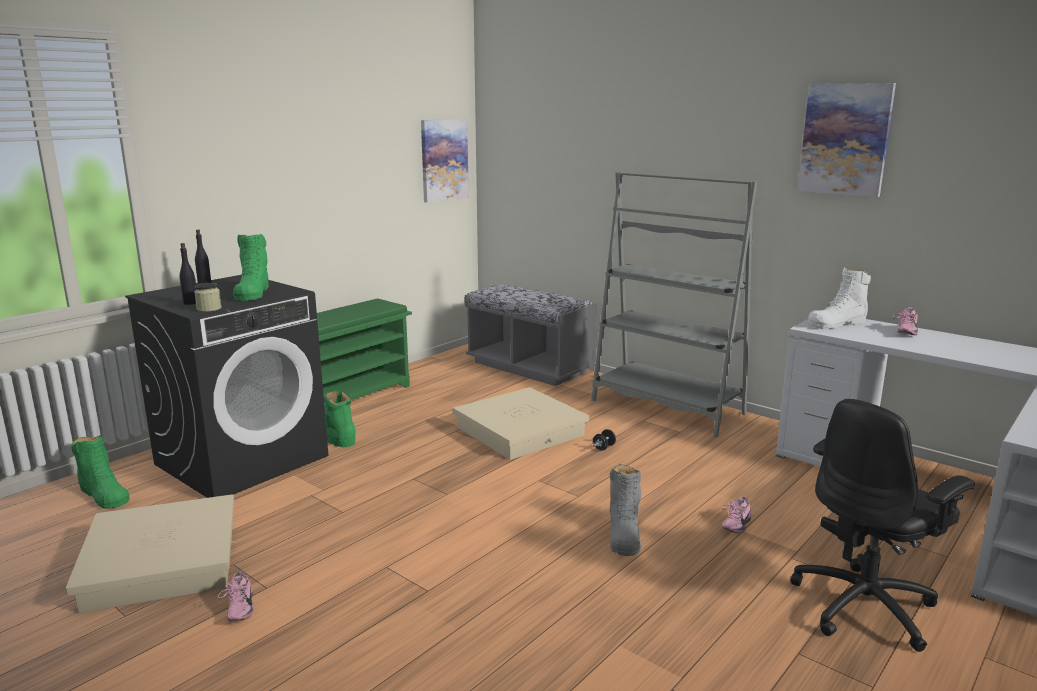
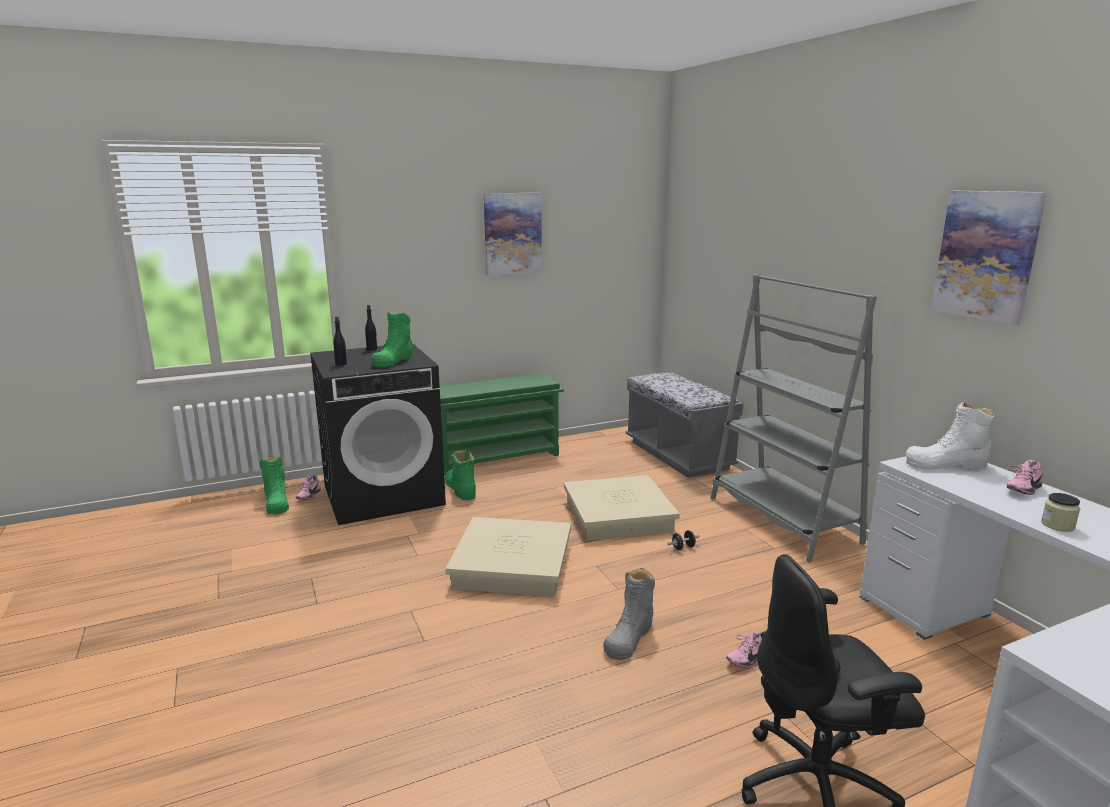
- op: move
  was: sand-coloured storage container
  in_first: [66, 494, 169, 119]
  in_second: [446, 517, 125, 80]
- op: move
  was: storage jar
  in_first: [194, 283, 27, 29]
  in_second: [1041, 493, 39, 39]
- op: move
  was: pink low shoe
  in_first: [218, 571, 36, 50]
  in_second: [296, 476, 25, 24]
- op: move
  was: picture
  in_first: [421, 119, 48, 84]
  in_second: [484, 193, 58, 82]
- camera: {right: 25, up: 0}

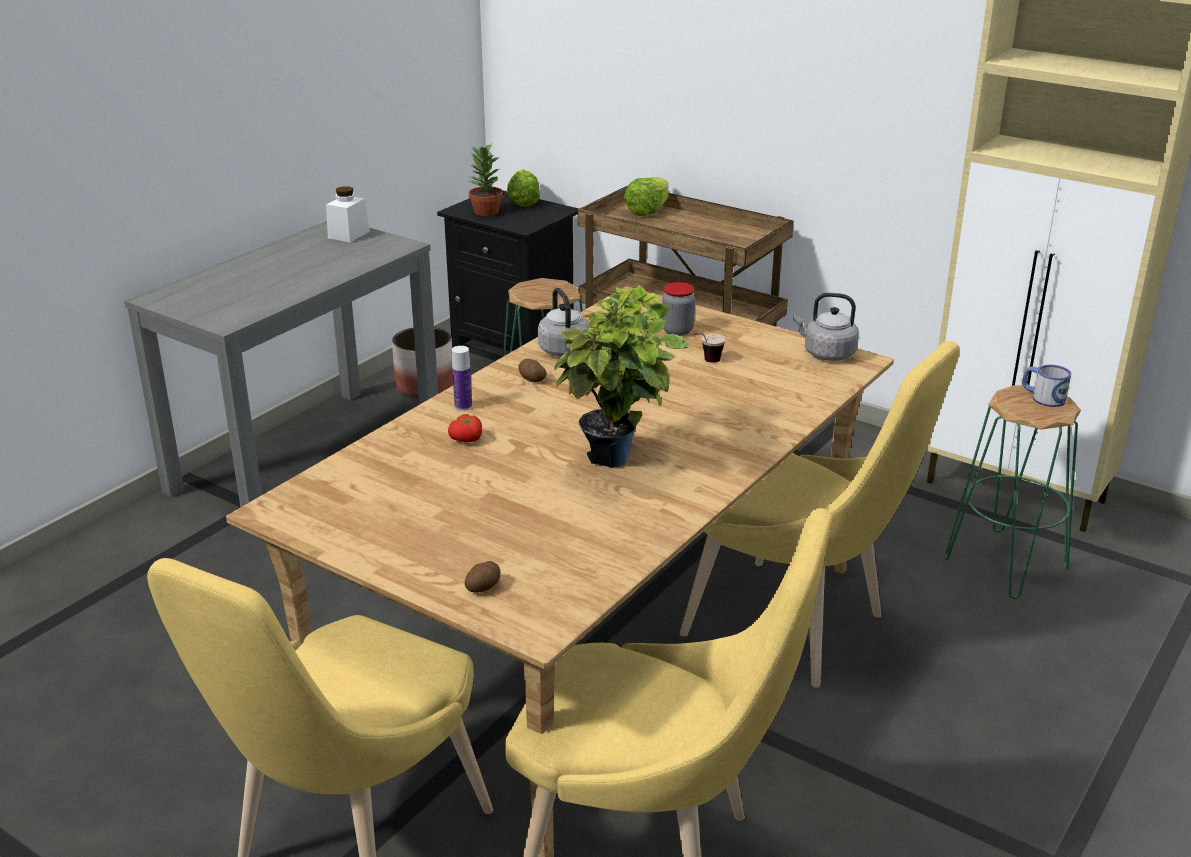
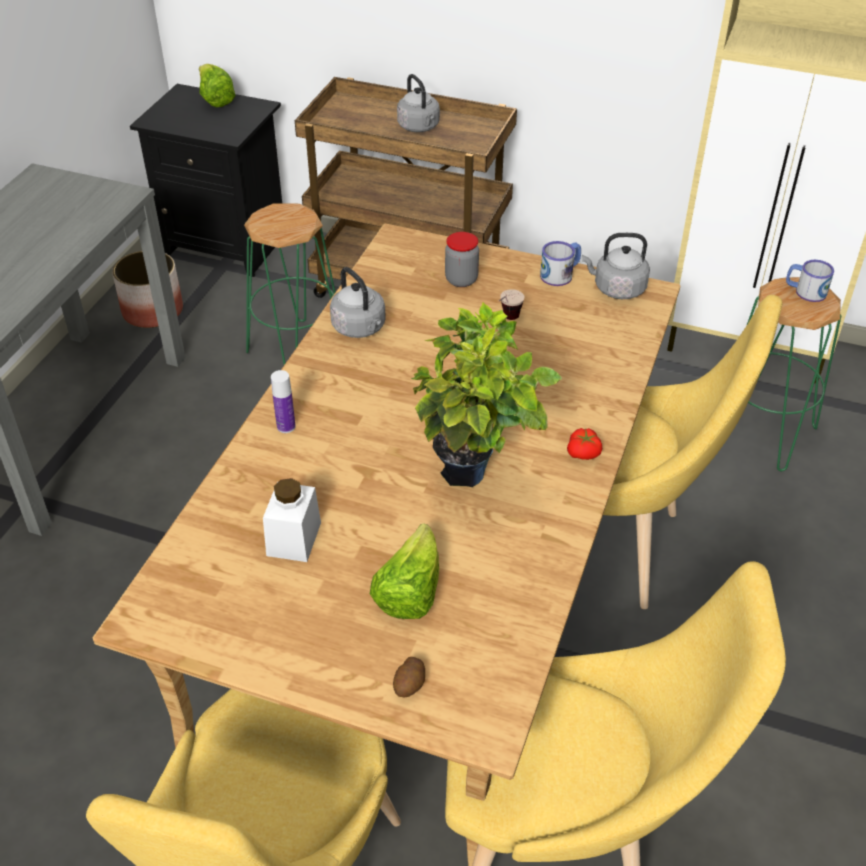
- op: delete
  was: potted plant
  in_first: [468, 143, 35, 73]
- op: delete
  was: whole potato
  in_first: [518, 359, 29, 23]
- op: insert
  now: grey water kettle
  in_second: [397, 74, 43, 58]
- op: insert
  now: coffee mug
  in_second: [540, 241, 41, 45]
- op: move
  was: white-coloured storage jar
  in_first: [326, 186, 44, 56]
  in_second: [263, 478, 58, 84]
- op: move
  was: tomato
  in_first: [448, 414, 34, 29]
  in_second: [567, 428, 35, 32]
- op: move
  was: lettuce head
  in_first: [624, 177, 45, 39]
  in_second: [370, 523, 69, 96]
- camera: {right: -15, up: 15}

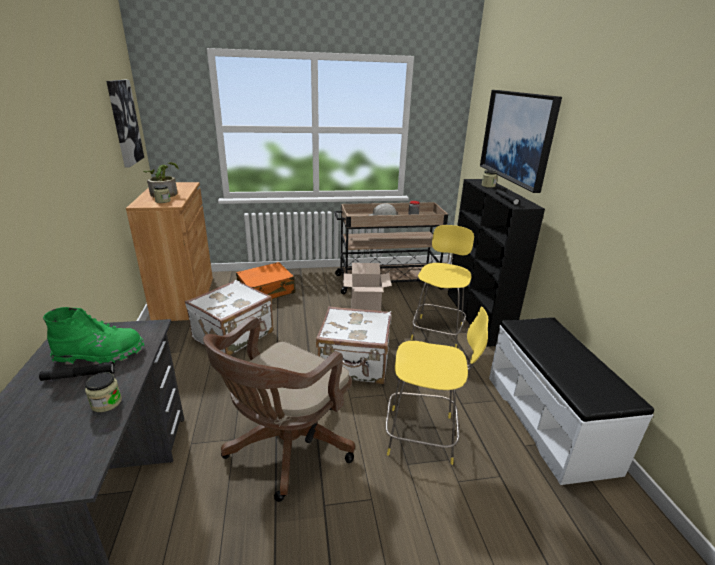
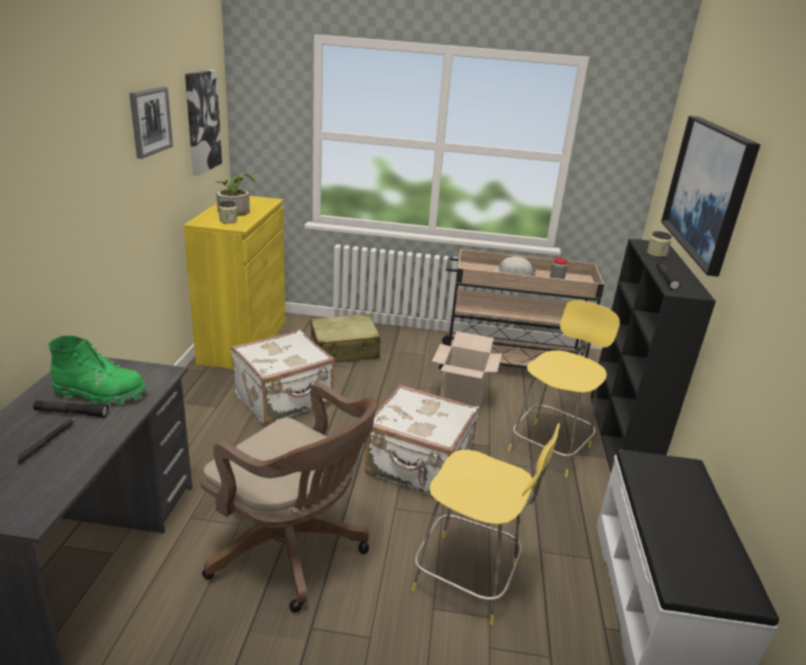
- op: delete
  was: storage jar
  in_first: [85, 372, 37, 40]
- op: insert
  now: black-coloured hand torch
  in_second: [18, 419, 55, 46]
- op: insert
  now: picture
  in_second: [129, 86, 44, 73]
- op: recolor
  was: brown storage cabinet
  now: yellowish storage cabinet
  in_first: [126, 182, 87, 139]
  in_second: [184, 196, 101, 173]
- op: recolor
  was: orange travel case
  now: sand-coloured travel case
  in_first: [236, 262, 59, 37]
  in_second: [311, 314, 70, 49]
- op: rotate
  was: brown desk chair
  in_first: [203, 316, 152, 186]
  in_second: [200, 382, 177, 231]
  clockwise: -105
- camera: {right: 15, up: 0}

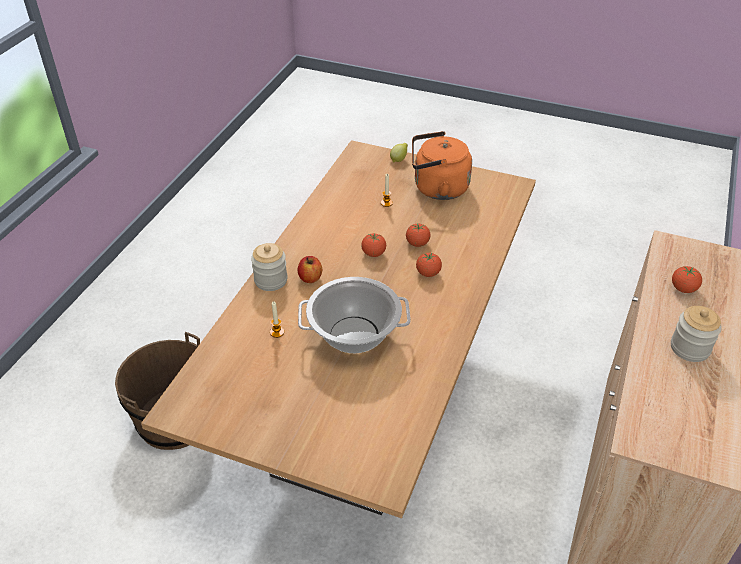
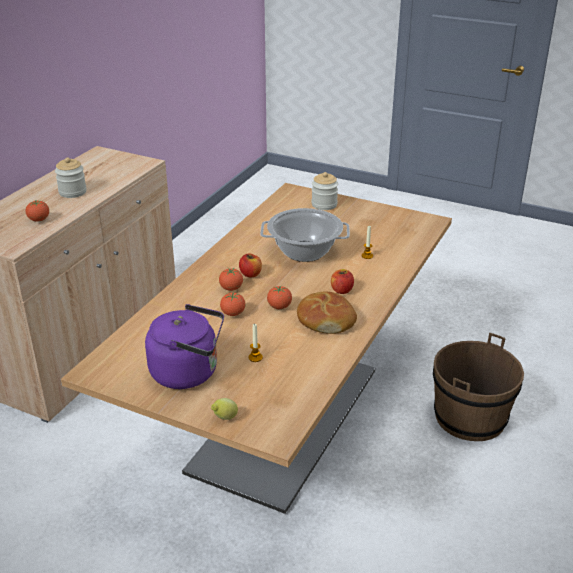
- op: insert
  now: apple fruit
  in_second: [239, 253, 23, 24]
- op: insert
  now: baked bread
  in_second: [297, 292, 60, 42]
- op: move
  was: storage jar
  in_first: [251, 243, 37, 48]
  in_second: [311, 172, 27, 38]
- op: recolor
  was: orange water kettle
  now: purple-coloured water kettle
  in_first: [412, 131, 60, 69]
  in_second: [145, 304, 79, 85]
- camera: {right: -175, up: -10}

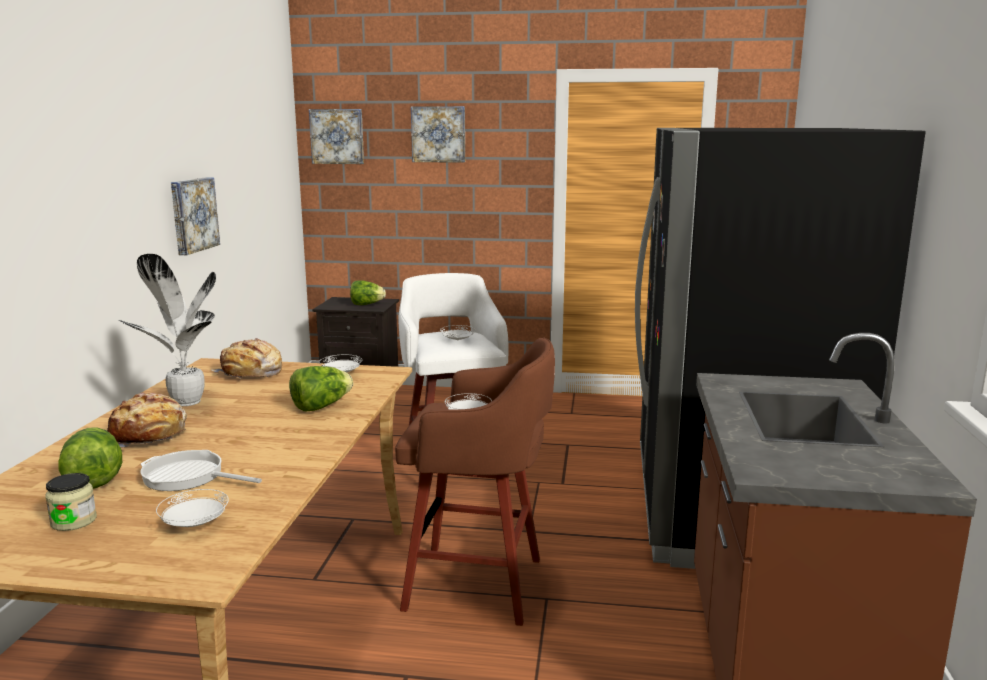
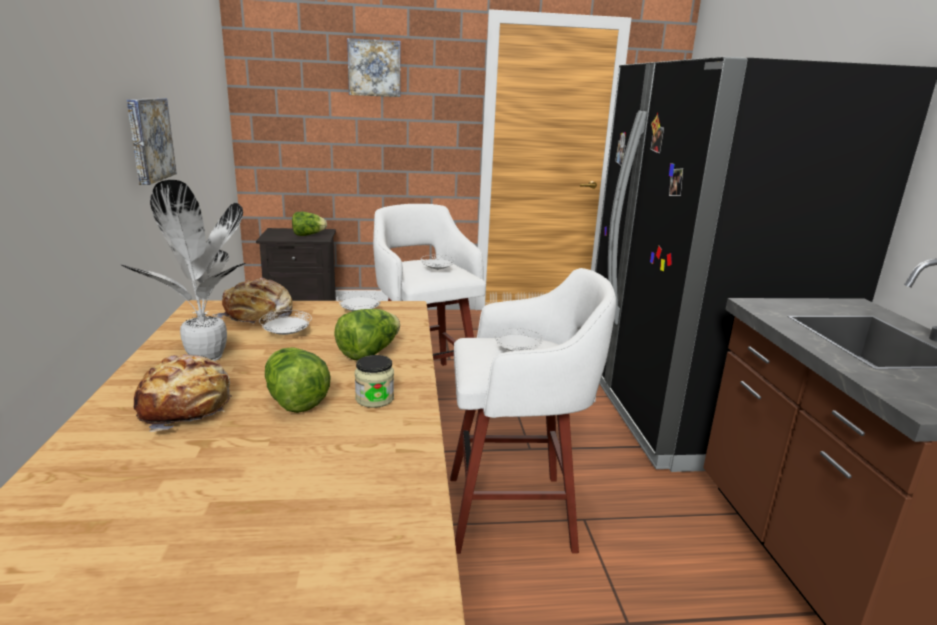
- op: delete
  was: frying pan
  in_first: [140, 450, 122, 41]
- op: delete
  was: picture
  in_first: [309, 109, 55, 55]
- op: move
  was: storage jar
  in_first: [45, 473, 52, 58]
  in_second: [355, 355, 39, 53]
- op: move
  was: lettuce head
  in_first: [58, 427, 64, 62]
  in_second: [265, 347, 66, 66]
- op: move
  was: white-coloured dinner plate
  in_first: [156, 489, 73, 38]
  in_second: [259, 310, 53, 25]
- op: recolor
  was: brown stool
  now: white-coloured stool
  in_first: [395, 337, 160, 289]
  in_second: [450, 268, 166, 286]
- camera: {right: -15, up: 5}

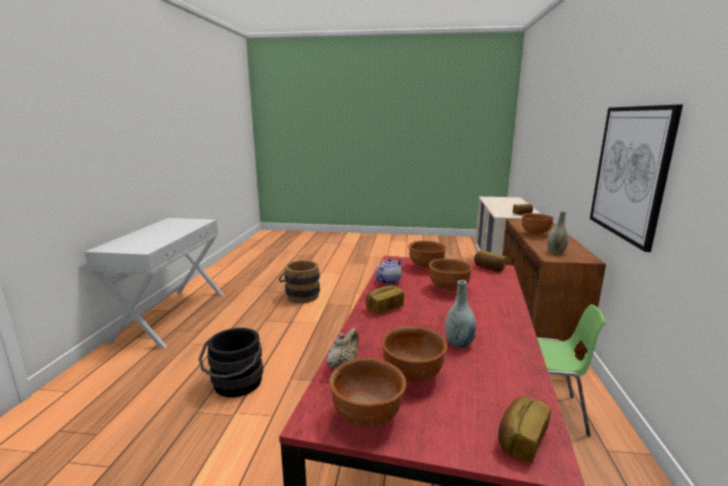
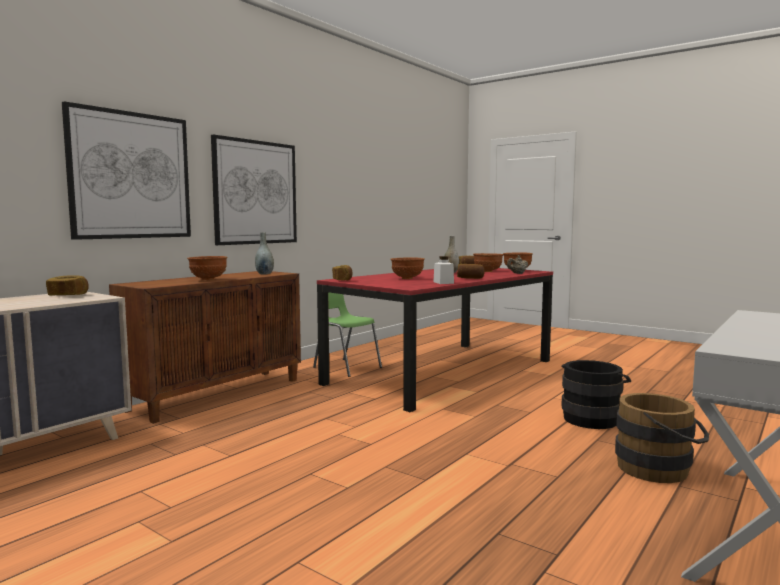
- op: delete
  was: brown bowl
  in_first: [408, 241, 39, 28]
- op: insert
  now: picture
  in_second: [62, 101, 129, 139]
- op: move
  was: brown pail
  in_first: [278, 260, 42, 43]
  in_second: [615, 393, 94, 90]
- op: replace
  was: pot for tea
  now: white-coloured storage jar
  in_first: [375, 258, 27, 26]
  in_second: [433, 256, 21, 28]
- camera: {right: -150, up: -10}

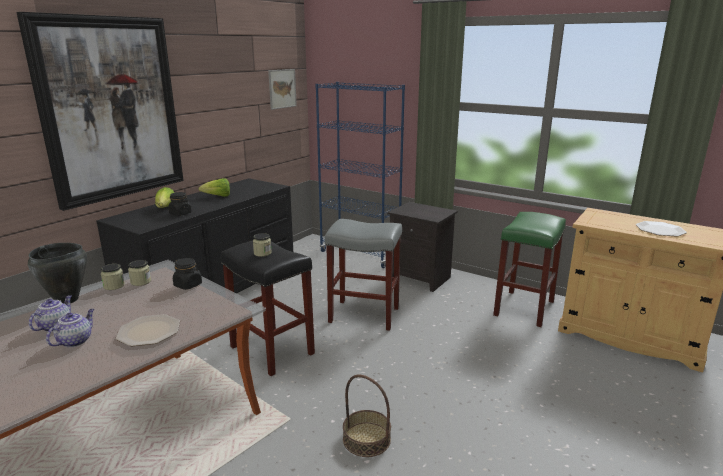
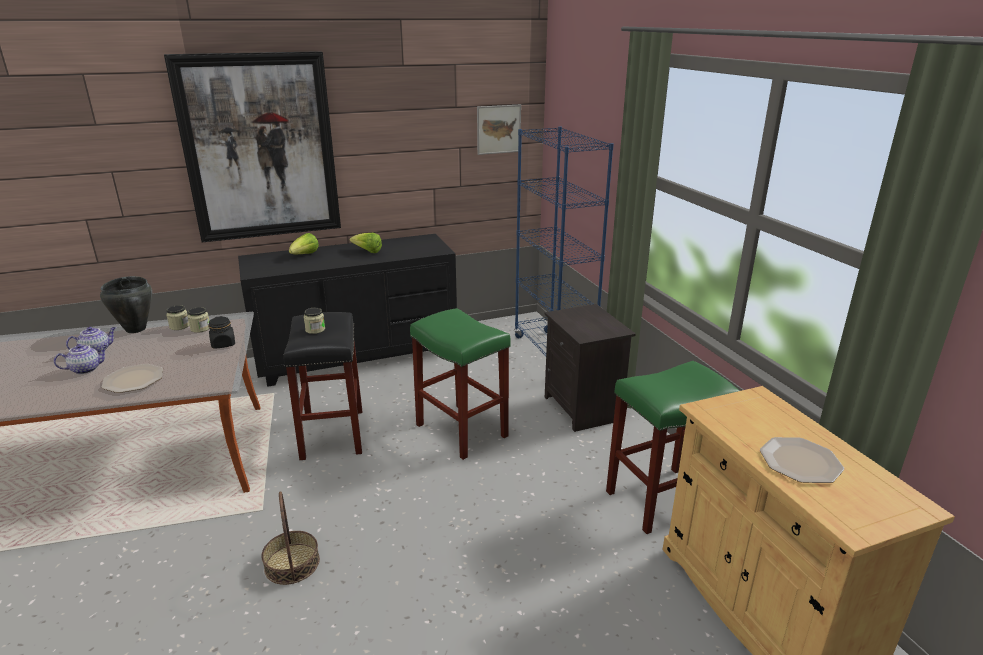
- op: delete
  was: black-coloured storage jar
  in_first: [168, 192, 24, 24]
- op: recolor
  was: grey stool
  now: greenish stool
  in_first: [325, 219, 77, 112]
  in_second: [410, 308, 101, 152]
- camera: {right: 35, up: 5}

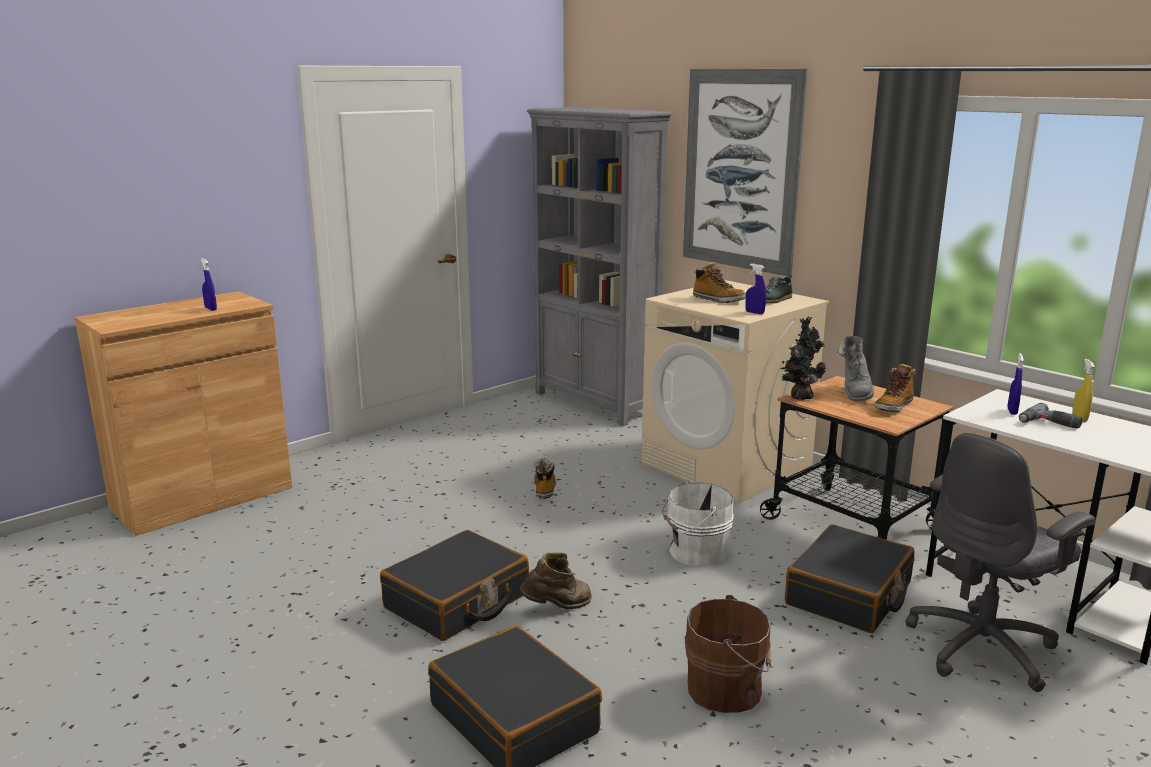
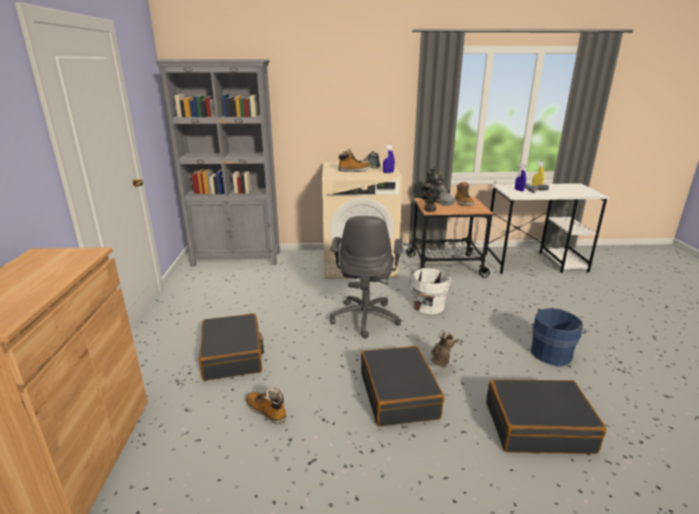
- op: delete
  was: blue-coloured spray bottle
  in_first: [201, 258, 16, 53]
- op: delete
  was: picture
  in_first: [683, 69, 124, 207]
- op: move
  was: tall boot
  in_first: [534, 458, 22, 41]
  in_second: [246, 387, 41, 37]
- op: move
  was: black-coloured travel case
  in_first: [785, 524, 129, 109]
  in_second: [199, 313, 65, 68]
- op: move
  was: grey desk chair
  in_first: [905, 433, 191, 259]
  in_second: [330, 216, 73, 123]
- op: recolor
  was: brown pail
  now: blue-coloured pail
  in_first: [685, 595, 86, 118]
  in_second: [531, 308, 55, 58]
- camera: {right: -50, up: 5}

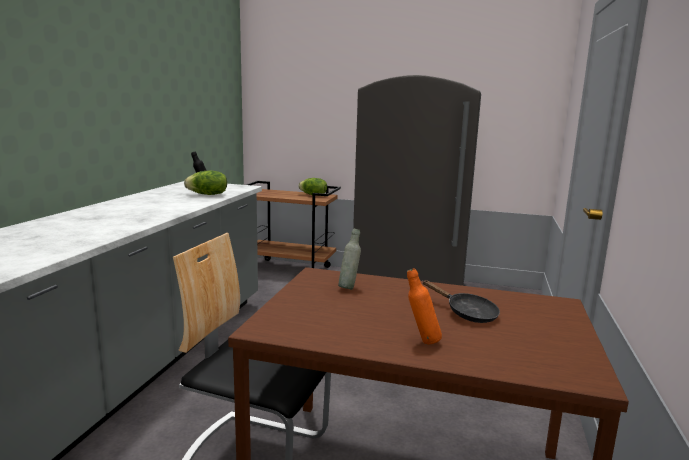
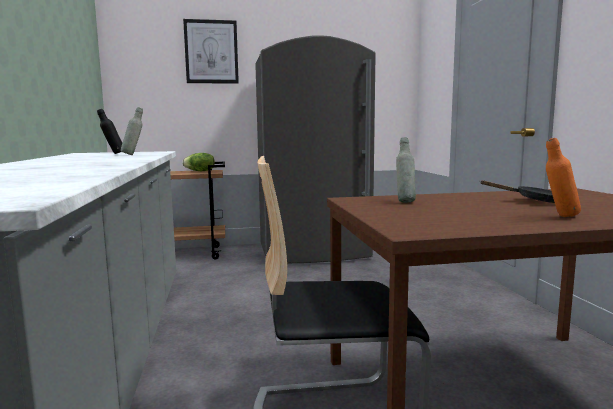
- op: insert
  now: picture
  in_second: [183, 19, 56, 65]
- op: replace
  was: lettuce head
  now: grey beverage bottle
  in_first: [184, 171, 43, 24]
  in_second: [121, 107, 22, 48]
- camera: {right: -25, up: -5}

